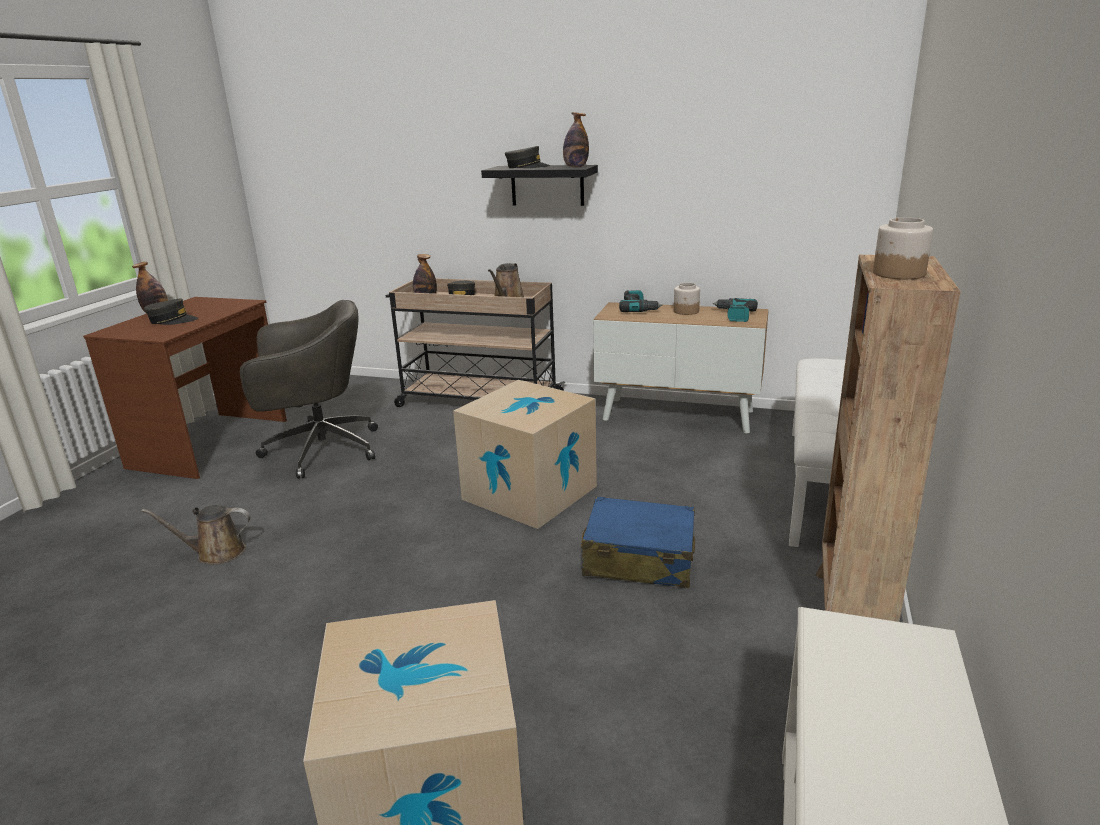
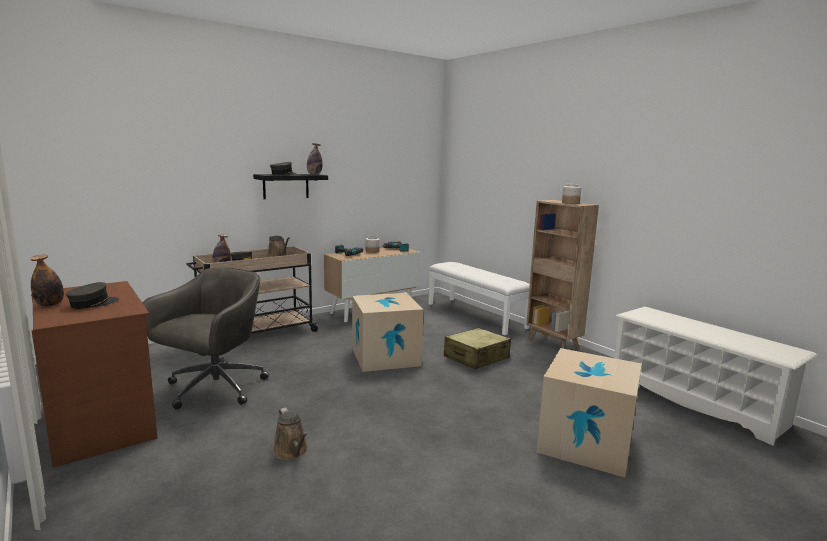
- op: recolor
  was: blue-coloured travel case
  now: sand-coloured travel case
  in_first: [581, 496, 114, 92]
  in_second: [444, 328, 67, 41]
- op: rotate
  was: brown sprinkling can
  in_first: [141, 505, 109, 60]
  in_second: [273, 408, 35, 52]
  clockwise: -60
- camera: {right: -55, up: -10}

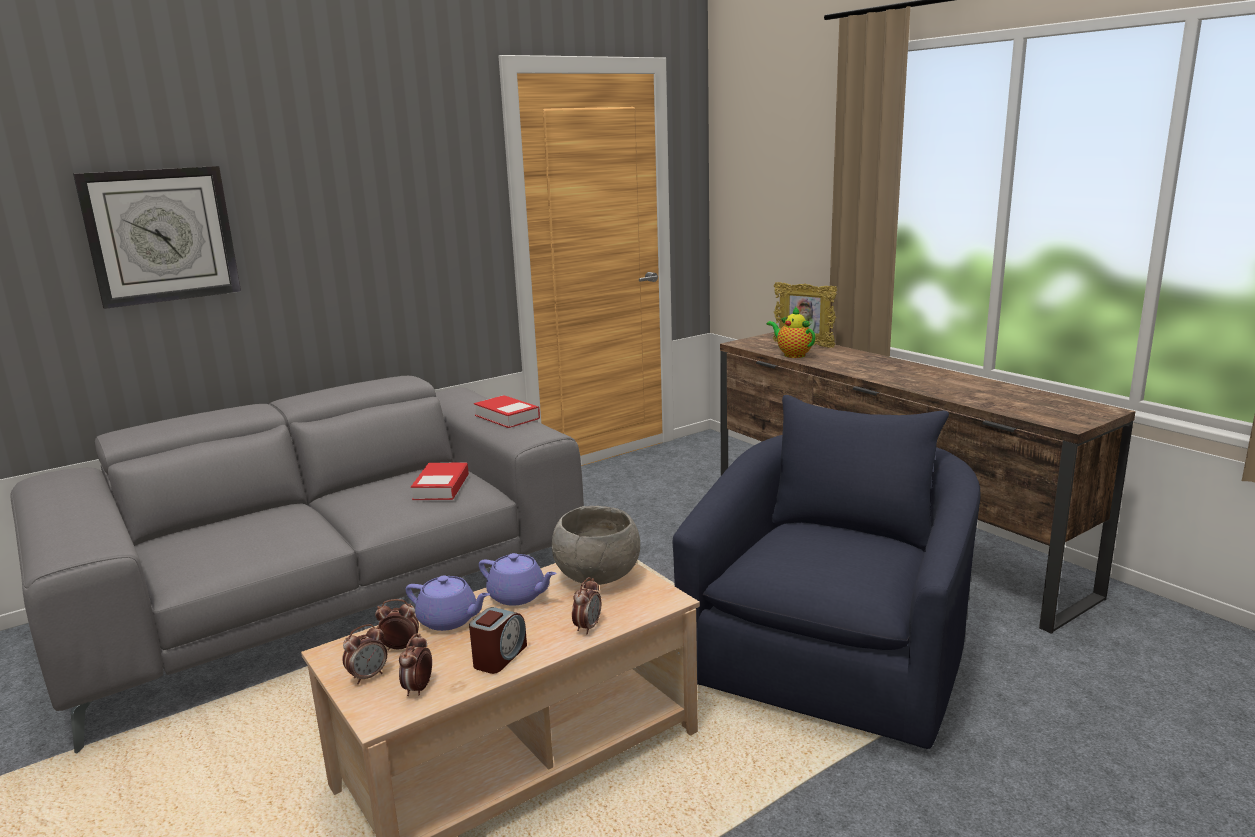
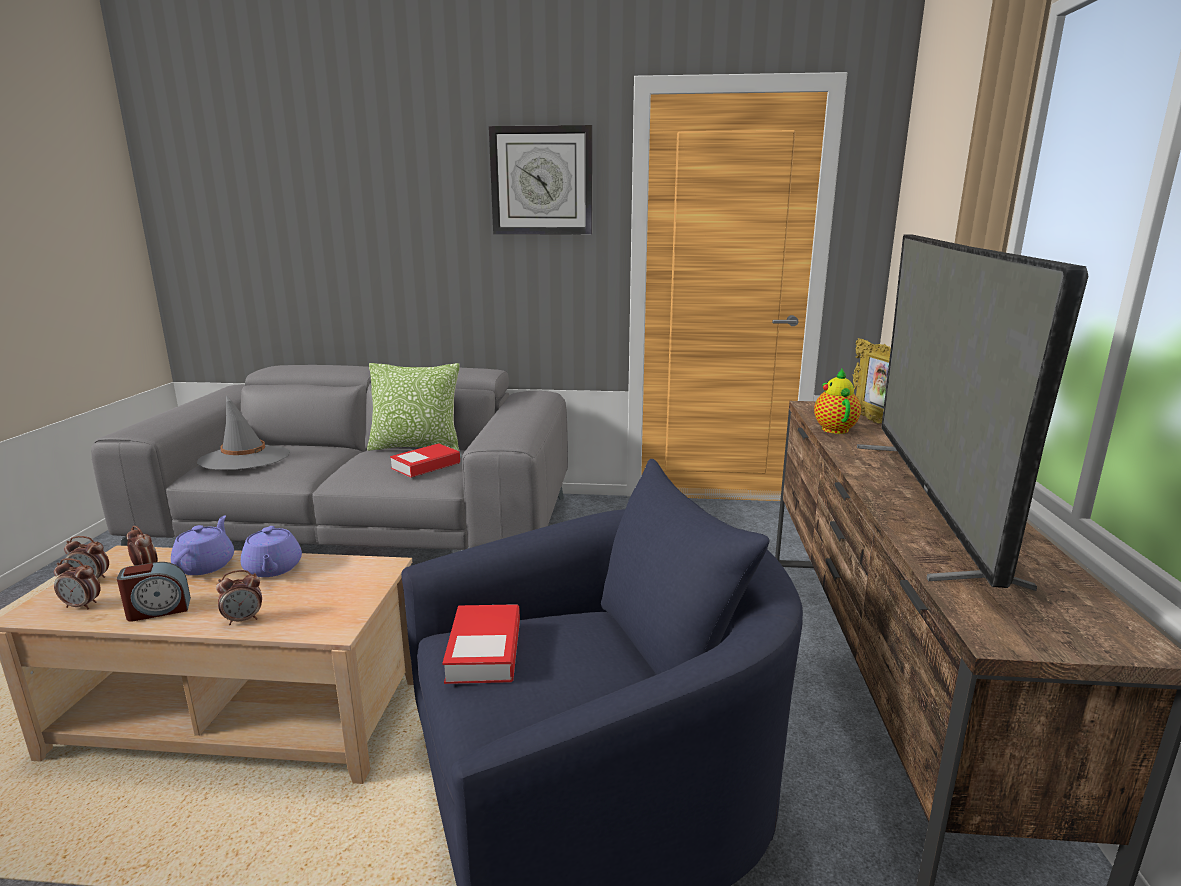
- op: delete
  was: grey bowl
  in_first: [552, 506, 88, 79]
- op: insert
  now: grey wearable hat
  in_second: [197, 396, 93, 74]
- op: insert
  now: cushion
  in_second: [367, 363, 93, 88]
- op: insert
  now: TV set
  in_second: [857, 235, 231, 356]
- op: move
  was: clock on the wall
  in_first: [73, 166, 168, 143]
  in_second: [489, 125, 103, 109]
- op: move
  was: volume
  in_first: [474, 395, 66, 33]
  in_second: [442, 604, 78, 80]
- op: rotate
  was: bedside clock
  in_first: [399, 633, 33, 63]
  in_second: [54, 558, 46, 52]
  clockwise: -135
- op: rotate
  was: purple-coloured pot for tea
  in_first: [405, 576, 85, 55]
  in_second: [171, 516, 63, 59]
  clockwise: -150
- camera: {right: 40, up: 0}

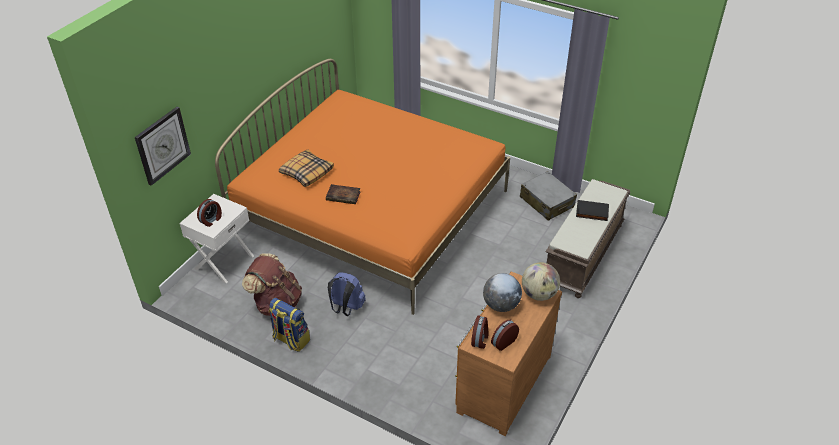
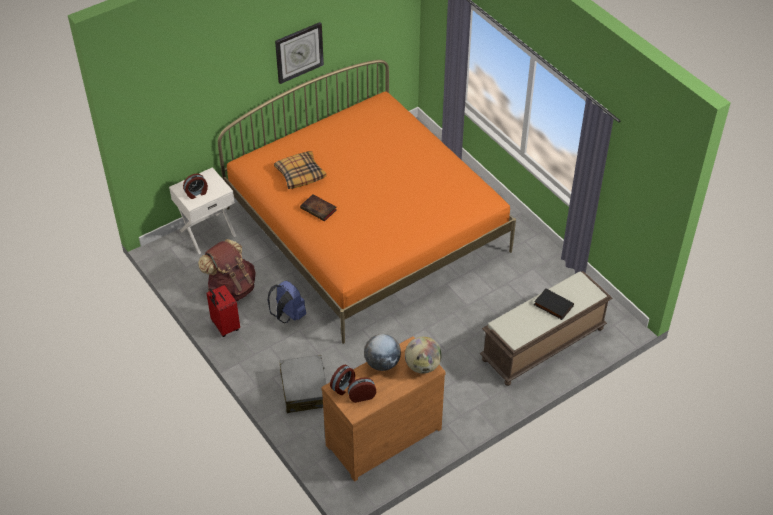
- op: move
  was: clock on the wall
  in_first: [135, 107, 56, 79]
  in_second: [275, 22, 49, 62]
- op: move
  was: grey travel case
  in_first: [520, 171, 57, 50]
  in_second: [279, 355, 47, 58]
- op: replace
  was: backpack
  now: red travel case
  in_first: [269, 298, 41, 54]
  in_second: [206, 285, 34, 52]
- camera: {right: 25, up: 5}

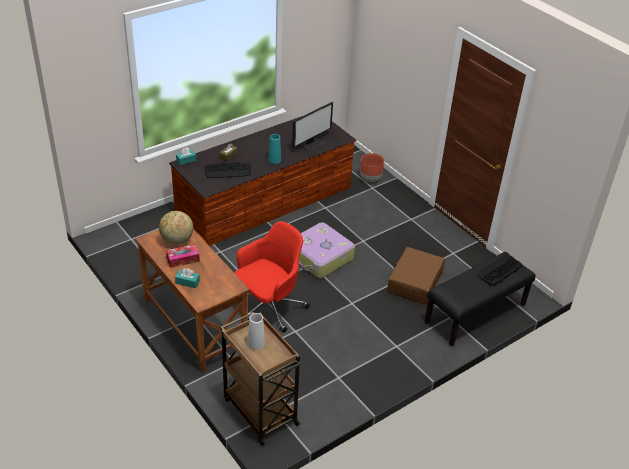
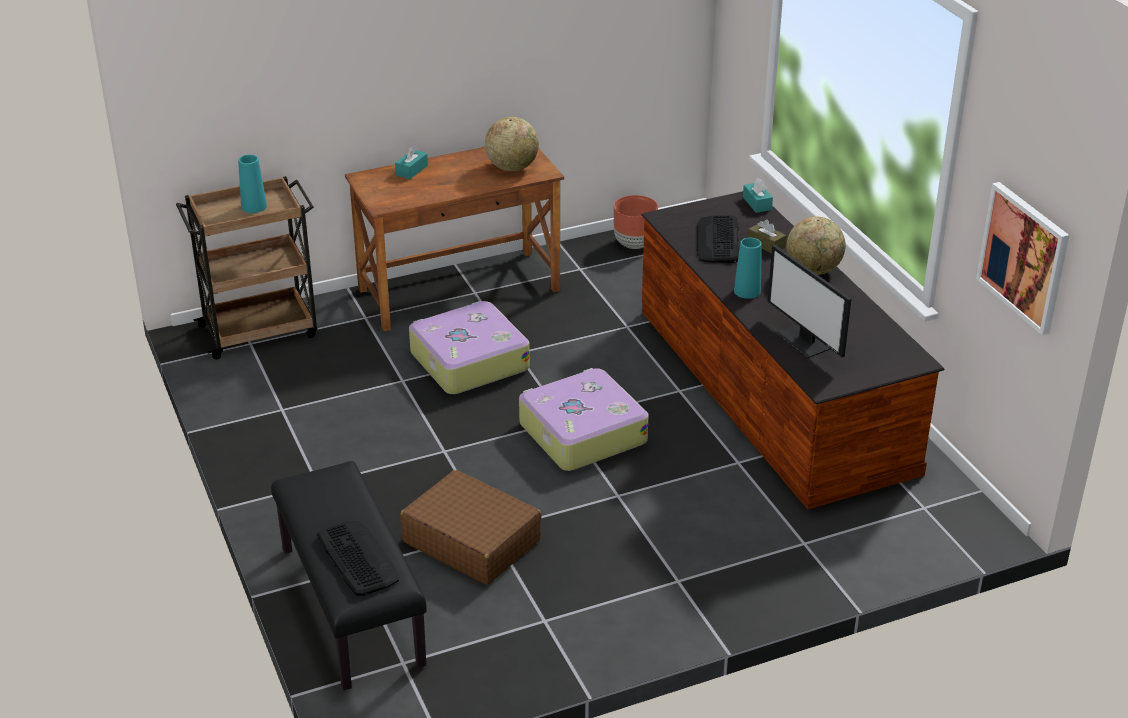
- op: delete
  was: tissue holder
  in_first: [166, 244, 34, 24]
- op: insert
  now: globe
  in_second: [787, 217, 59, 58]
- op: insert
  now: picture
  in_second: [976, 182, 93, 154]
- op: move
  was: brown plant pot
  in_first: [360, 153, 24, 29]
  in_second: [614, 195, 44, 54]
- op: replace
  was: red desk chair
  now: travel case
  in_first: [234, 221, 76, 112]
  in_second: [409, 301, 121, 93]
- op: recolor
  was: white-coloured vase
  now: turquoise vase
  in_first: [248, 313, 17, 37]
  in_second: [238, 155, 29, 58]
- camera: {right: 105, up: -5}

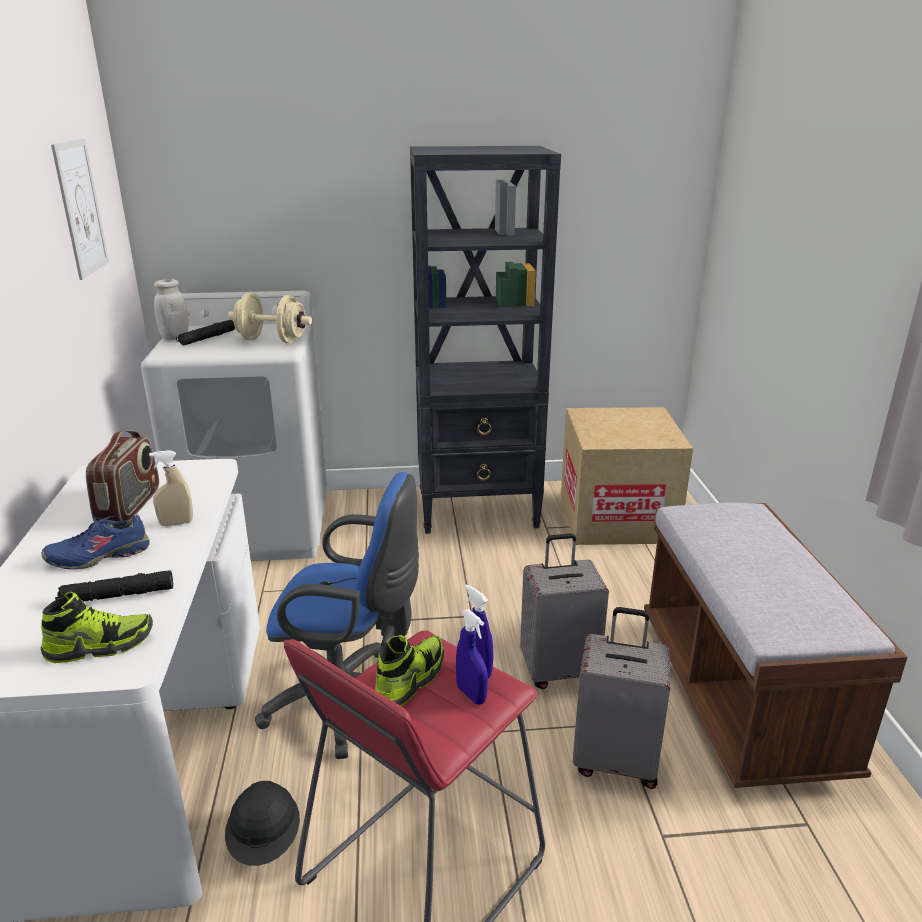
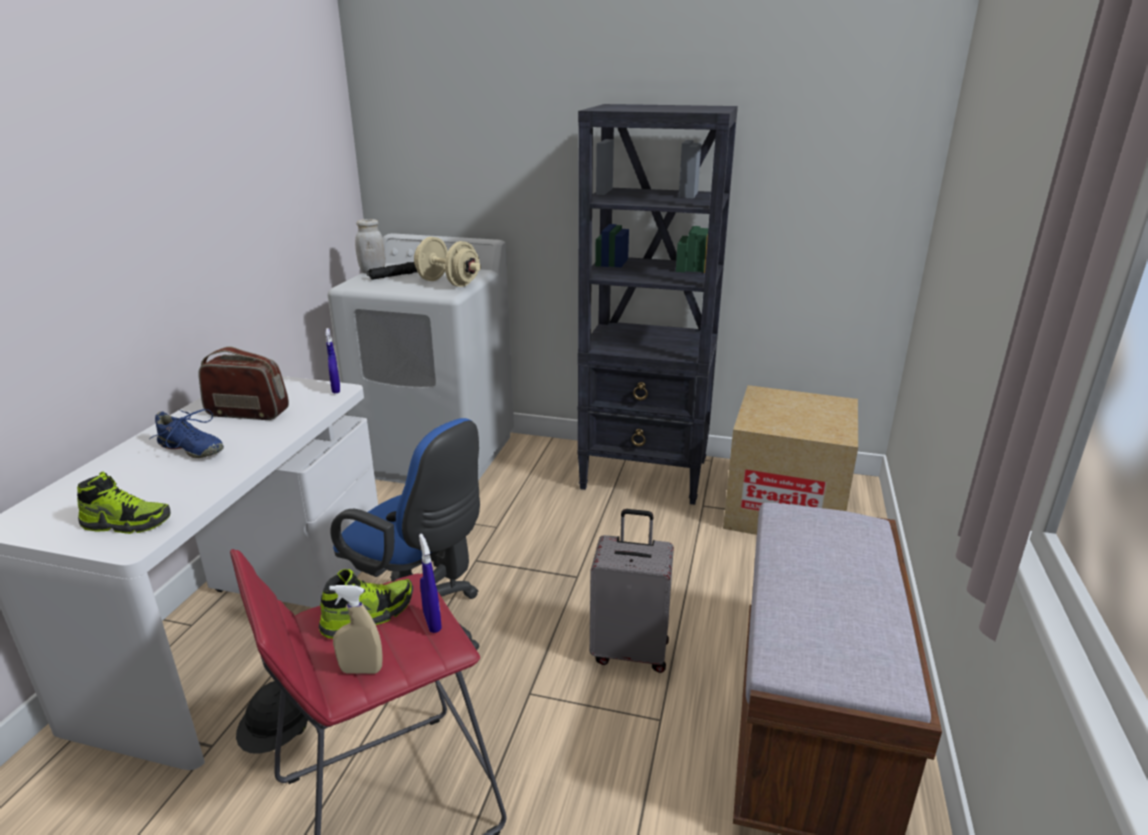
- op: delete
  was: picture
  in_first: [51, 139, 58, 141]
- op: delete
  was: black-coloured hand torch
  in_first: [55, 570, 118, 32]
- op: delete
  was: grey travel case
  in_first: [572, 607, 98, 182]
- op: move
  was: sand-coloured spray bottle
  in_first: [149, 450, 44, 76]
  in_second: [329, 585, 54, 89]
- op: move
  was: blue-coloured spray bottle
  in_first: [456, 609, 32, 95]
  in_second: [325, 328, 15, 66]
- op: rotate
  was: blue-coloured low shoe
  in_first: [42, 513, 108, 57]
  in_second: [149, 409, 75, 49]
  clockwise: -150
- op: rotate
  was: radio
  in_first: [86, 430, 73, 91]
  in_second: [199, 346, 90, 74]
  clockwise: -105
- camera: {right: 20, up: 0}

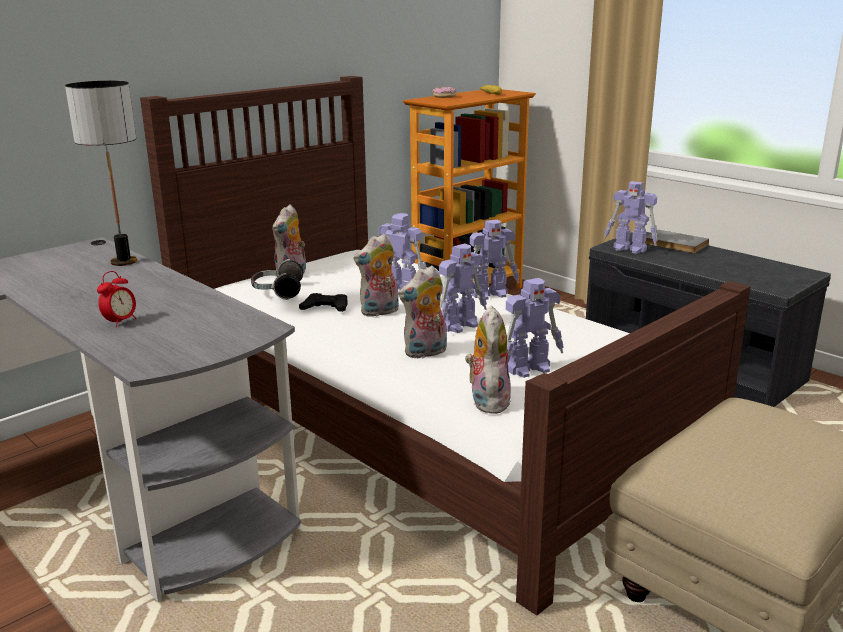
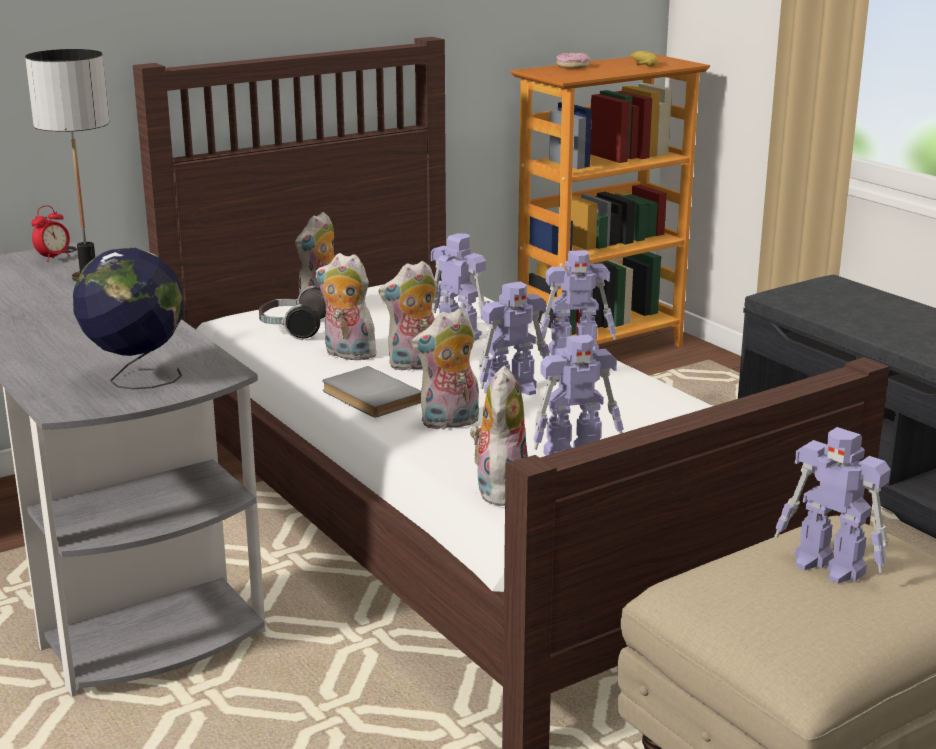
- op: insert
  now: globe
  in_second: [73, 248, 110, 141]
- op: move
  was: bedside clock
  in_first: [97, 271, 40, 56]
  in_second: [31, 205, 39, 57]
- op: move
  was: model robot
  in_first: [604, 181, 53, 73]
  in_second: [775, 427, 116, 156]
- op: move
  was: grey volume
  in_first: [645, 230, 64, 23]
  in_second: [322, 366, 99, 51]
- op: replace
  was: black-coloured gamepad
  now: plush toy
  in_first: [299, 293, 49, 19]
  in_second: [316, 253, 65, 109]
- camera: {right: 10, up: 0}

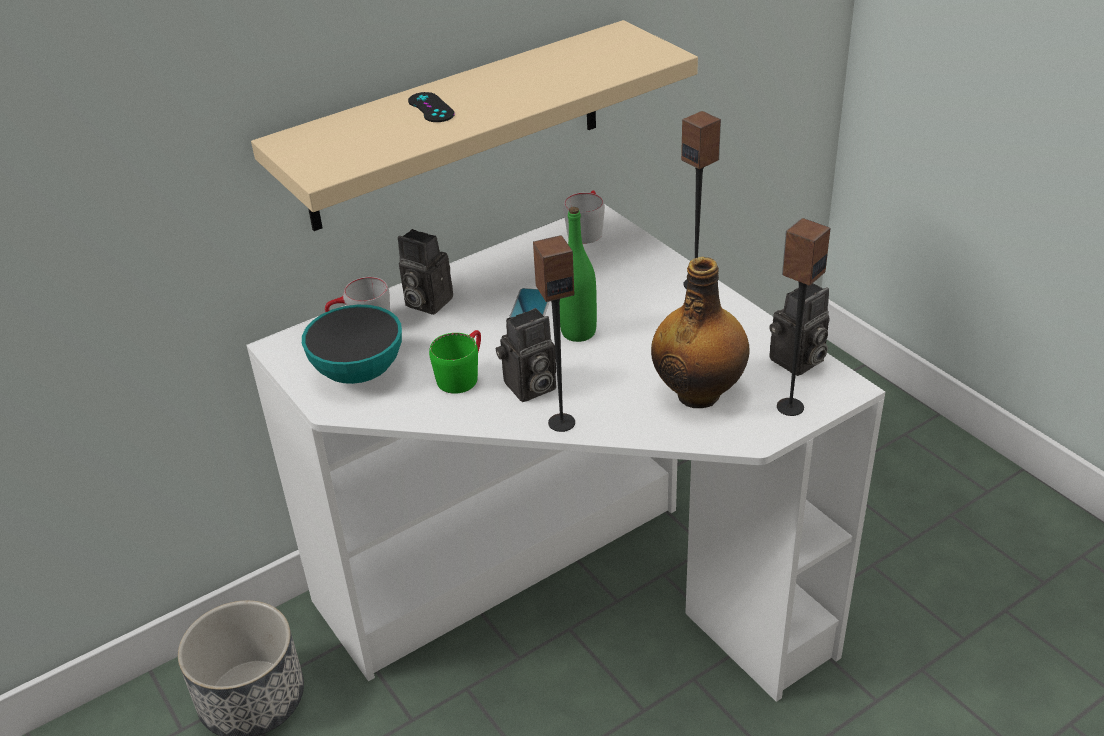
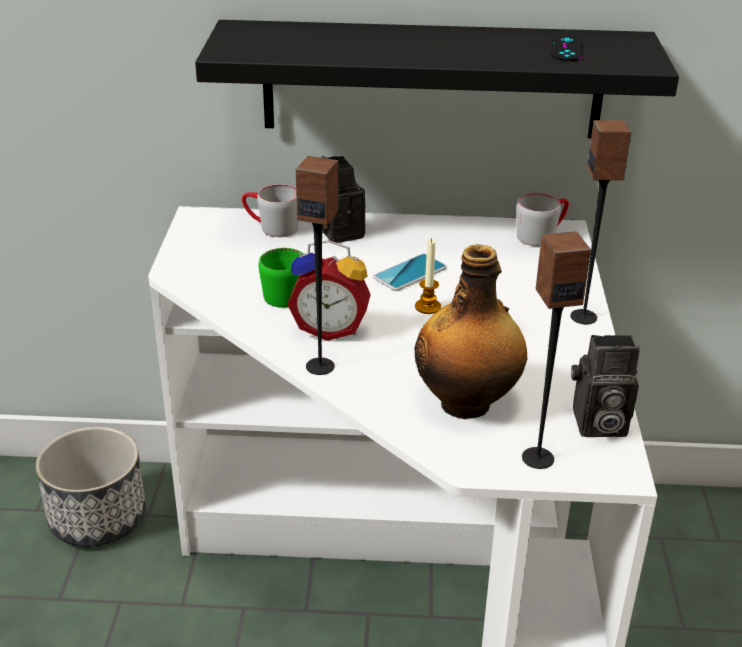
- op: delete
  was: bowl
  in_first: [302, 305, 100, 79]
- op: move
  was: black-coloured gamepad
  in_first: [408, 92, 47, 30]
  in_second: [551, 36, 32, 25]
- op: replace
  was: photo camera
  now: bedside clock
  in_first: [496, 308, 60, 94]
  in_second: [287, 240, 84, 101]
- op: replace
  was: greenish beverage bottle
  now: wax light
  in_first: [560, 207, 37, 135]
  in_second: [415, 238, 26, 76]
- op: recolor
  was: sand-coloured bracket shelf
  now: black-coloured bracket shelf
  in_first: [251, 20, 447, 211]
  in_second: [195, 20, 484, 118]
- camera: {right: 35, up: -5}

